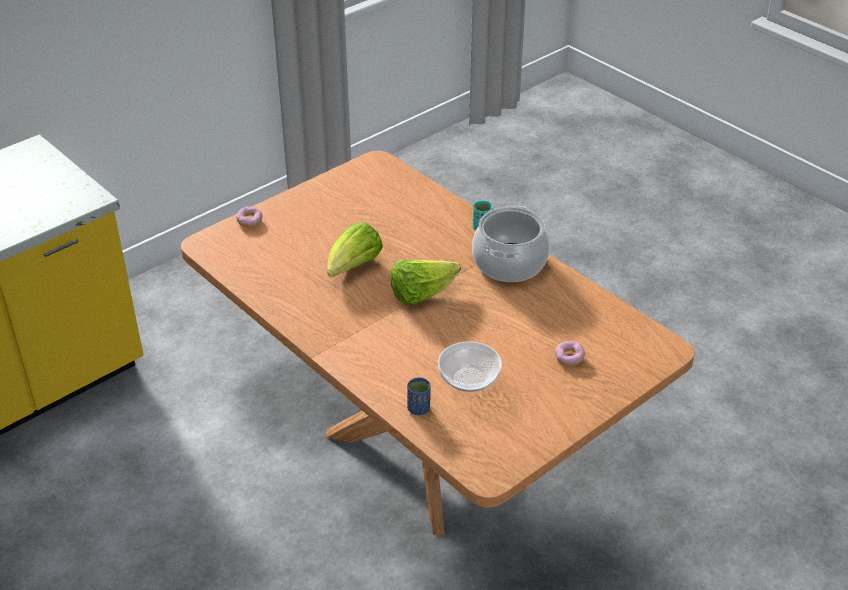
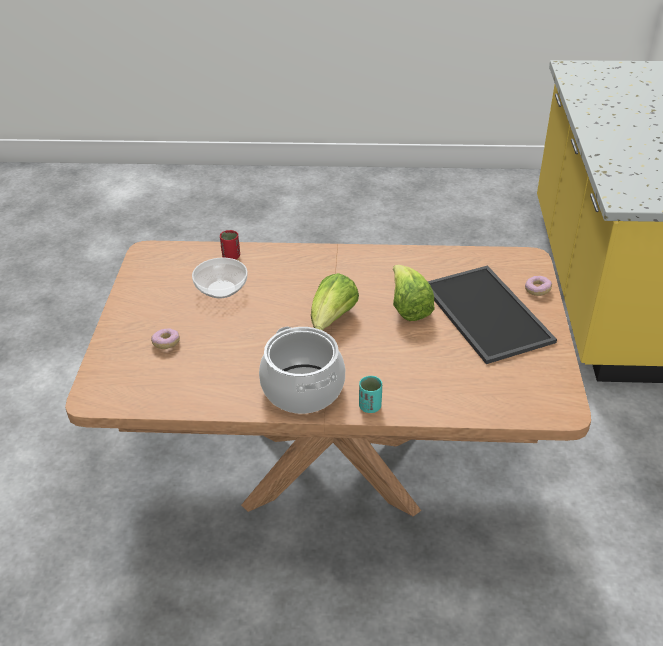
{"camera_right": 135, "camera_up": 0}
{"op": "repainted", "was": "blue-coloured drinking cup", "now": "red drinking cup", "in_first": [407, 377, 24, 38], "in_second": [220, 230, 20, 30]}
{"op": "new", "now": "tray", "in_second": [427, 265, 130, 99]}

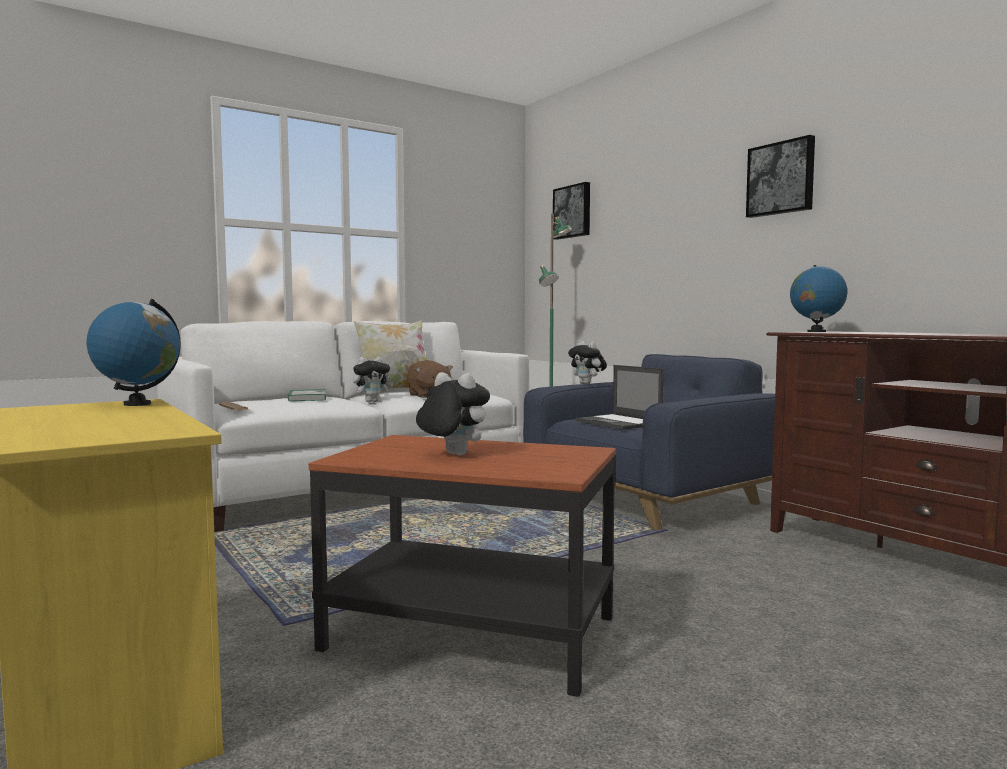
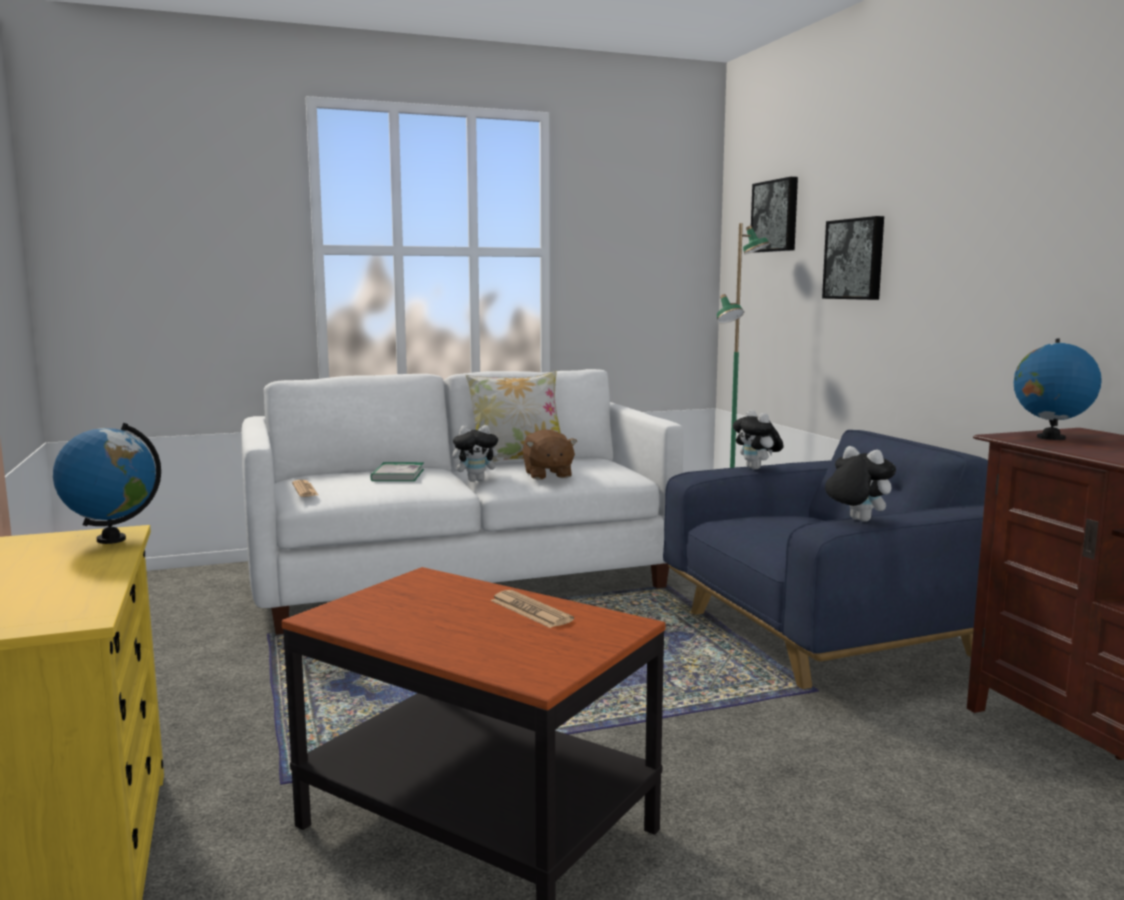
{"camera_right": 15, "camera_up": 5}
{"op": "new", "now": "newspaper", "in_second": [490, 590, 84, 38]}
{"op": "shifted", "was": "wall picture", "in_first": [746, 135, 69, 83], "in_second": [822, 216, 62, 84]}
{"op": "shifted", "was": "cuddly toy", "in_first": [416, 372, 74, 83], "in_second": [825, 446, 71, 76]}
{"op": "gone", "was": "laptop", "in_first": [576, 365, 87, 65]}

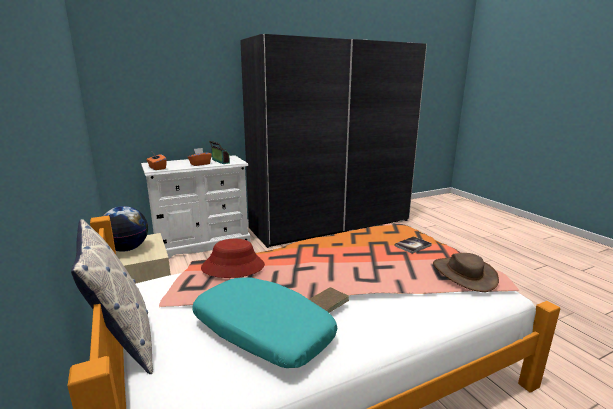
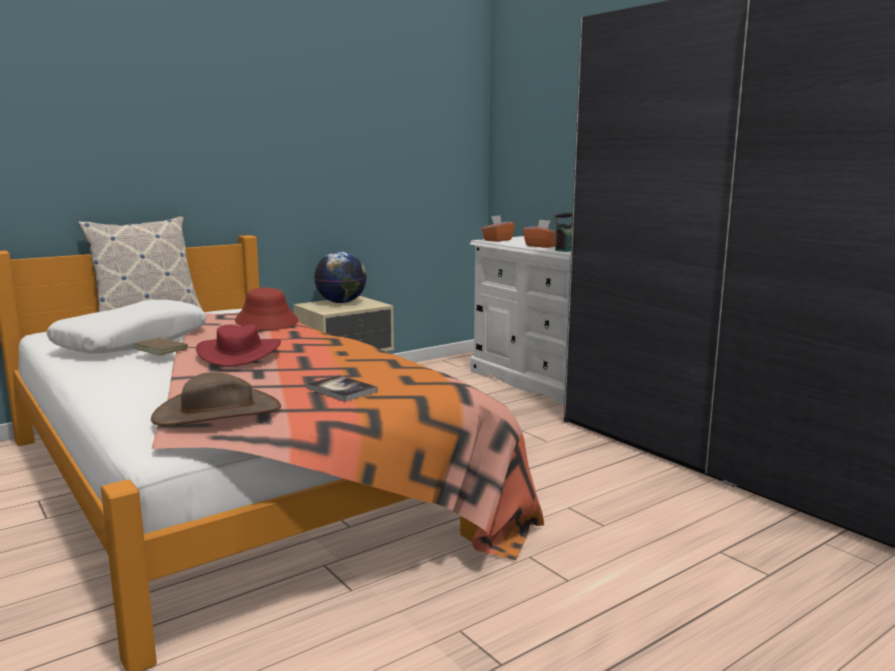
{"camera_right": 80, "camera_up": -5}
{"op": "repainted", "was": "turquoise-coloured pillow", "now": "white pillow", "in_first": [192, 277, 146, 91], "in_second": [47, 300, 159, 54]}
{"op": "new", "now": "red hat", "in_second": [196, 324, 85, 43]}

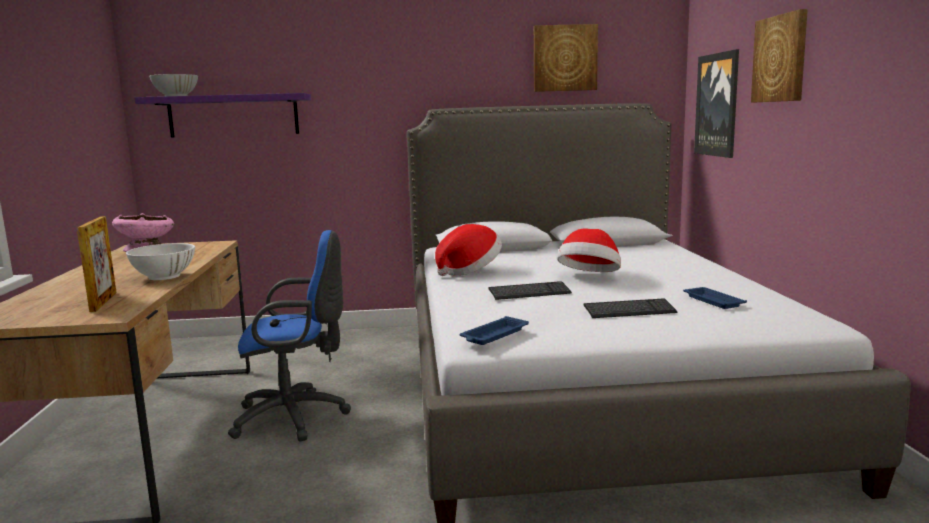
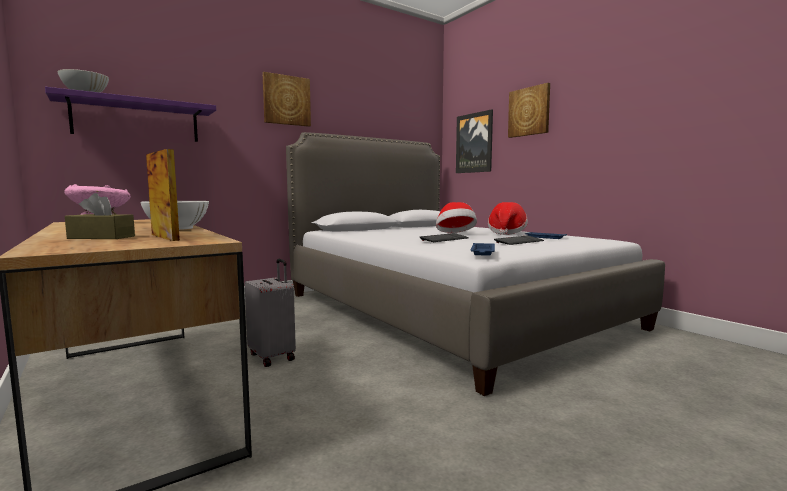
{"camera_right": -30, "camera_up": -5}
{"op": "new", "now": "brown-coloured box of tissues", "in_second": [65, 193, 70, 46]}
{"op": "swapped", "was": "blue-coloured desk chair", "now": "greyish piece of luggage", "in_first": [228, 230, 123, 212], "in_second": [245, 259, 51, 108]}
{"op": "shifted", "was": "wall picture", "in_first": [534, 24, 64, 68], "in_second": [262, 72, 49, 55]}
{"op": "shifted", "was": "hat", "in_first": [435, 224, 67, 52], "in_second": [488, 202, 40, 33]}

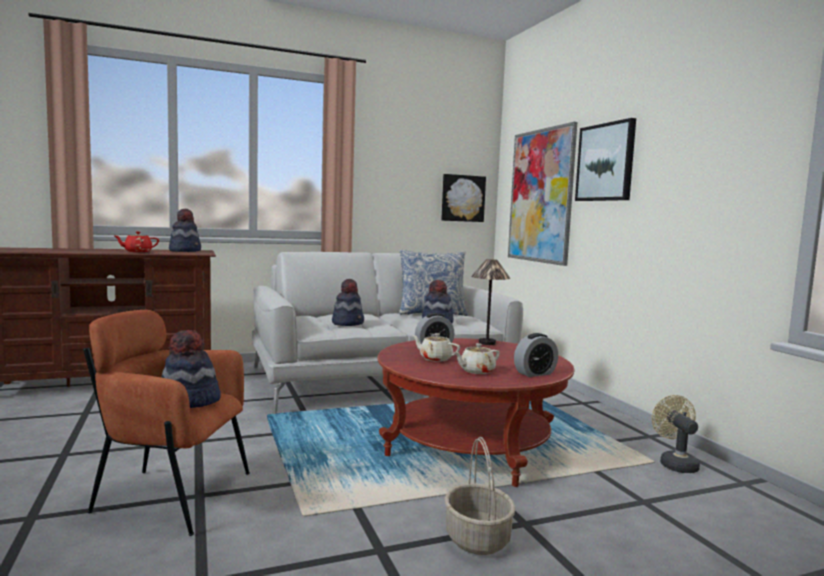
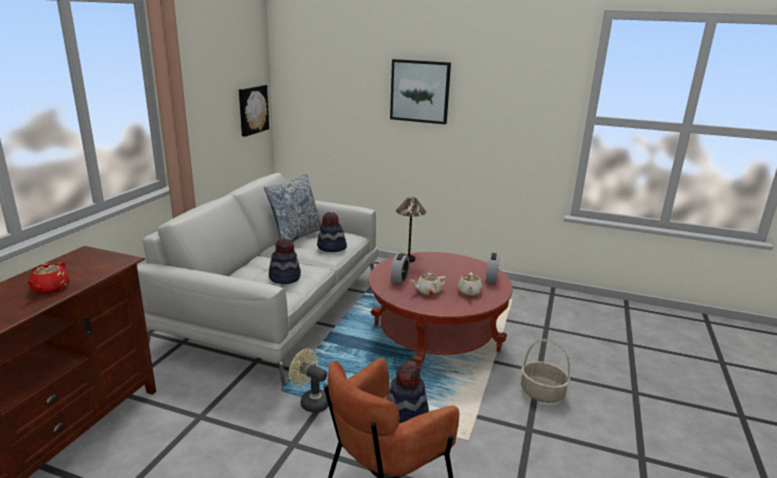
{"camera_right": -50, "camera_up": 15}
{"op": "shifted", "was": "beige-coloured fan", "in_first": [652, 395, 48, 78], "in_second": [289, 349, 40, 64]}
{"op": "gone", "was": "hat", "in_first": [169, 209, 32, 43]}
{"op": "gone", "was": "wall picture", "in_first": [508, 122, 69, 144]}

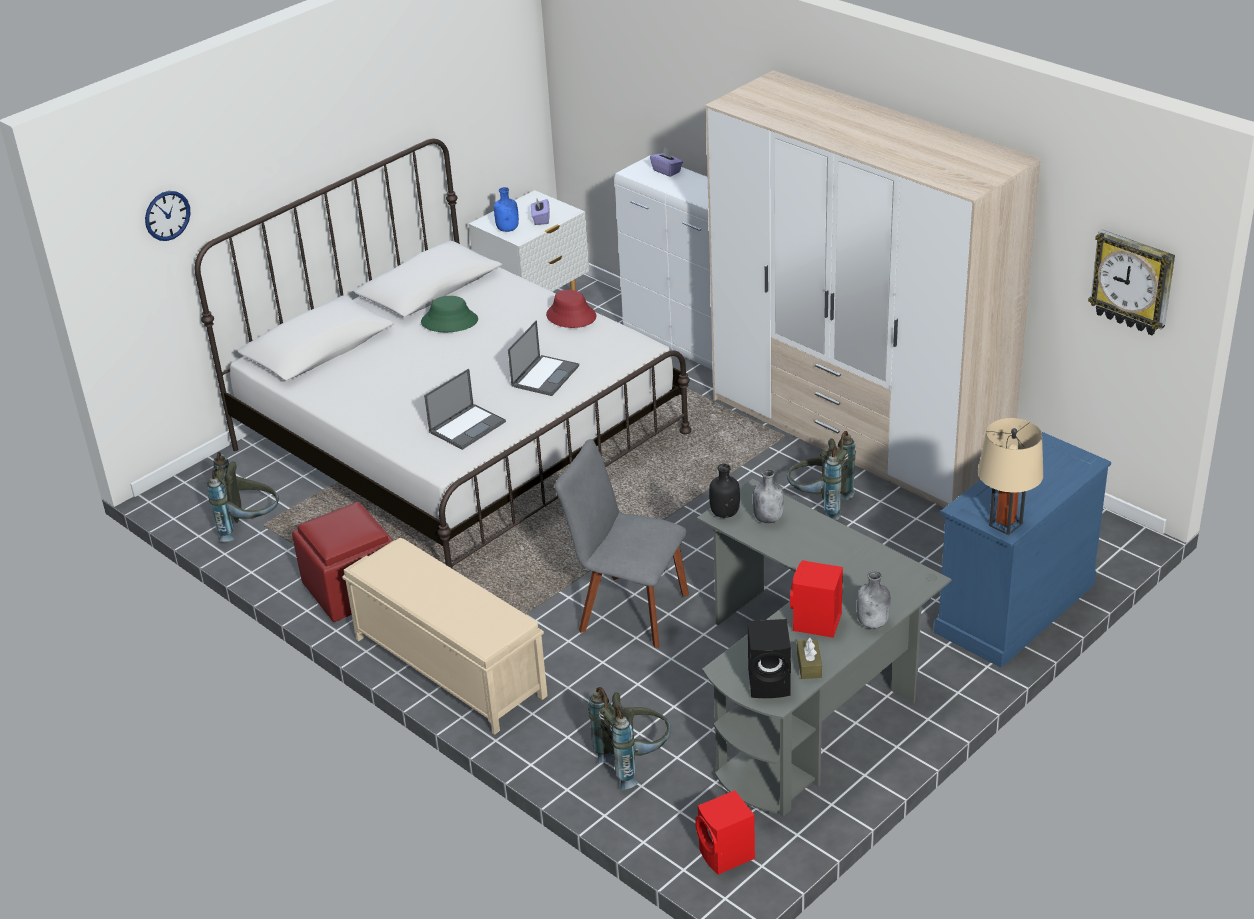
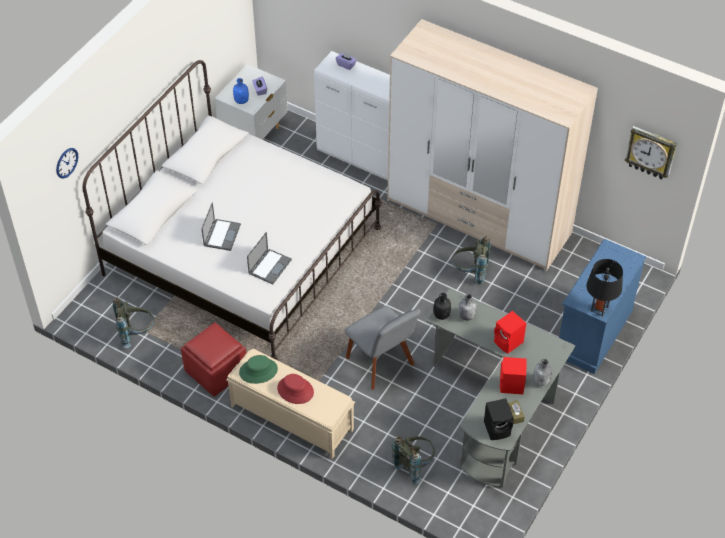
{"camera_right": -15, "camera_up": 15}
{"op": "shifted", "was": "laptop", "in_first": [508, 320, 71, 76], "in_second": [202, 202, 39, 49]}
{"op": "shifted", "was": "green hat", "in_first": [421, 296, 57, 36], "in_second": [239, 355, 39, 29]}
{"op": "shifted", "was": "red hat", "in_first": [546, 290, 51, 38], "in_second": [277, 374, 37, 30]}
{"op": "rotated", "was": "greyish chair", "in_first": [555, 439, 134, 209], "in_second": [345, 306, 76, 84], "clockwise": -135}
{"op": "shifted", "was": "red speaker", "in_first": [695, 790, 60, 85], "in_second": [494, 311, 32, 43]}
{"op": "repainted", "was": "beige-coloured lamp for a table", "now": "blackish lamp for a table", "in_first": [978, 418, 66, 117], "in_second": [586, 259, 37, 57]}

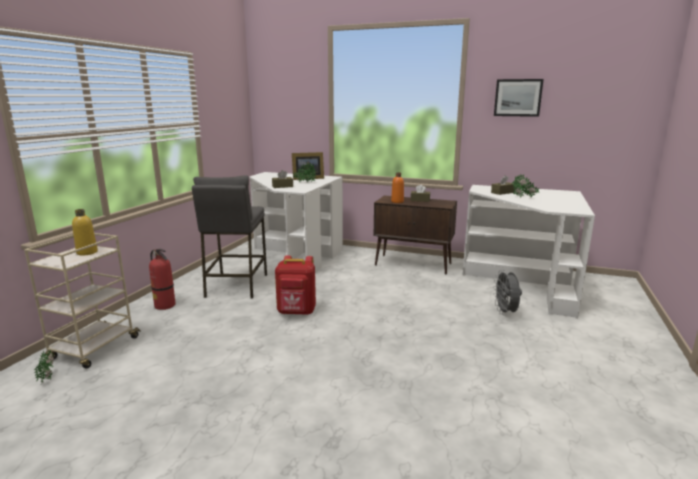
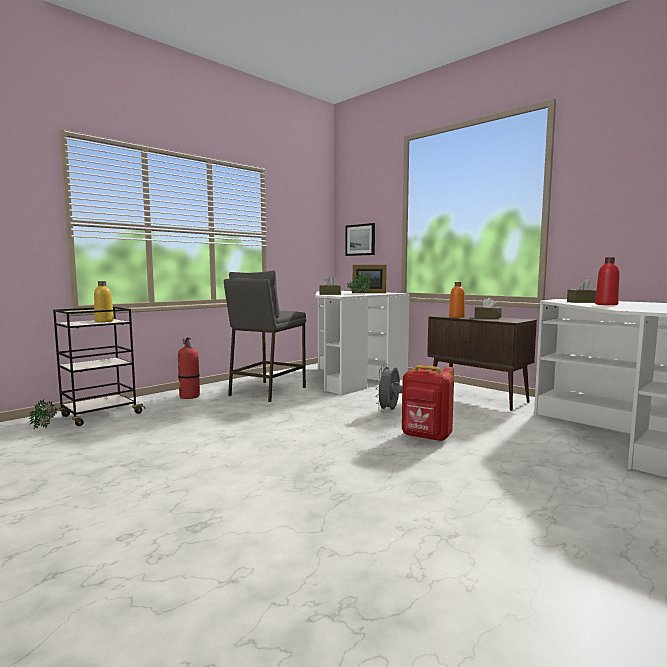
{"camera_right": 25, "camera_up": -10}
{"op": "repainted", "was": "beige-coloured trolley", "now": "blackish trolley", "in_first": [24, 233, 117, 136], "in_second": [53, 307, 93, 119]}
{"op": "shifted", "was": "wall picture", "in_first": [494, 79, 50, 38], "in_second": [345, 223, 30, 33]}
{"op": "shifted", "was": "greyish fan", "in_first": [493, 270, 29, 44], "in_second": [375, 364, 28, 48]}
{"op": "shifted", "was": "red backpack", "in_first": [275, 255, 41, 60], "in_second": [402, 364, 52, 78]}
{"op": "swapped", "was": "houseplant", "now": "red bottle", "in_first": [512, 175, 27, 23], "in_second": [595, 257, 25, 48]}

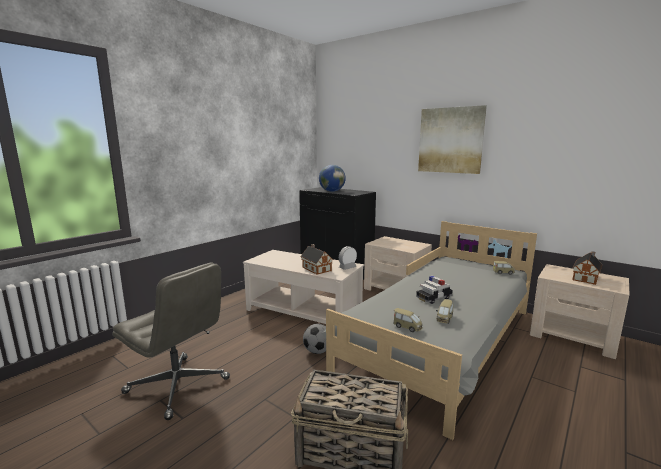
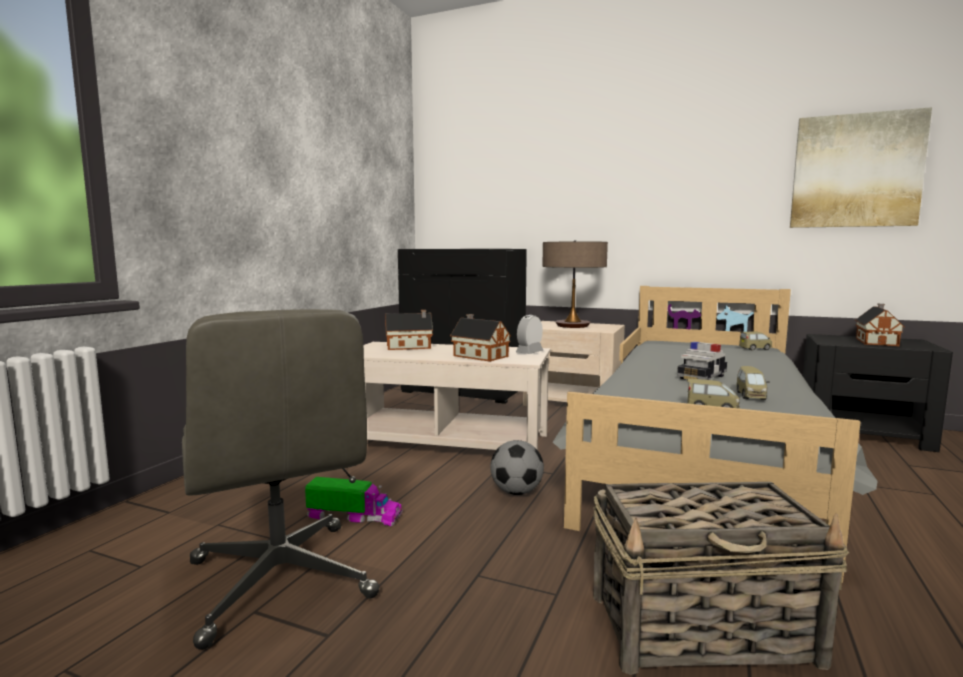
{"camera_right": -15, "camera_up": -5}
{"op": "rotated", "was": "greyish desk chair", "in_first": [112, 263, 118, 157], "in_second": [182, 309, 197, 341], "clockwise": 45}
{"op": "new", "now": "model truck", "in_second": [305, 477, 98, 49]}
{"op": "new", "now": "model house", "in_second": [385, 310, 48, 40]}
{"op": "new", "now": "lamp for a table", "in_second": [542, 240, 66, 88]}
{"op": "shifted", "was": "wall picture", "in_first": [418, 105, 69, 69], "in_second": [790, 107, 142, 121]}
{"op": "repainted", "was": "beige-coloured night table", "now": "blackish night table", "in_first": [530, 264, 99, 95], "in_second": [803, 334, 150, 118]}
{"op": "gone", "was": "world globe", "in_first": [319, 165, 27, 27]}

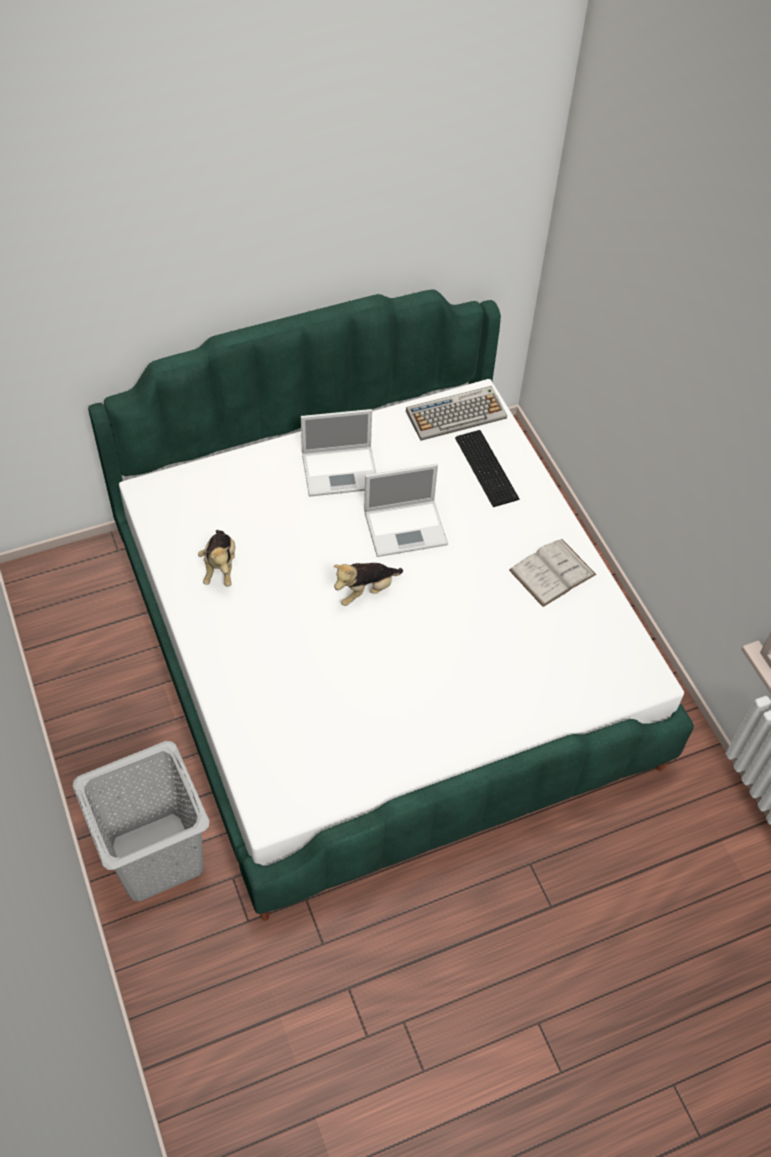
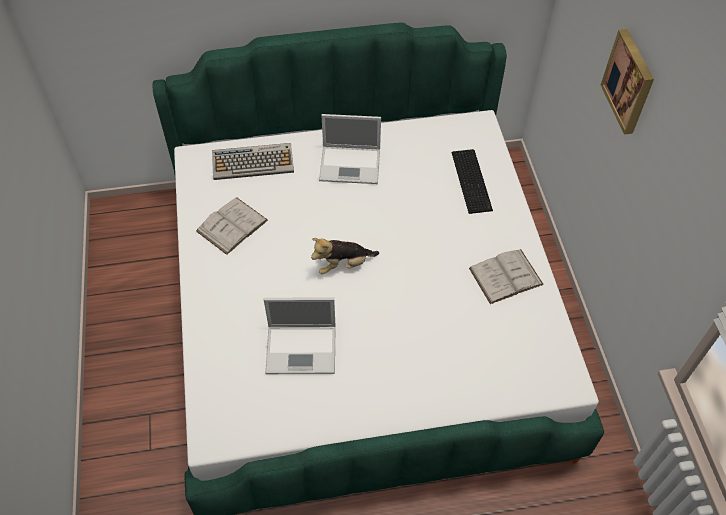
{"camera_right": 15, "camera_up": 0}
{"op": "swapped", "was": "cuddly toy", "now": "white bound book", "in_first": [198, 530, 37, 57], "in_second": [196, 197, 72, 58]}
{"op": "shifted", "was": "computer keyboard", "in_first": [406, 386, 101, 55], "in_second": [212, 143, 82, 37]}
{"op": "shifted", "was": "laptop", "in_first": [364, 464, 84, 93], "in_second": [264, 297, 71, 77]}
{"op": "new", "now": "wall picture", "in_second": [601, 29, 53, 106]}
{"op": "gone", "was": "greyish hamper", "in_first": [73, 741, 136, 160]}

